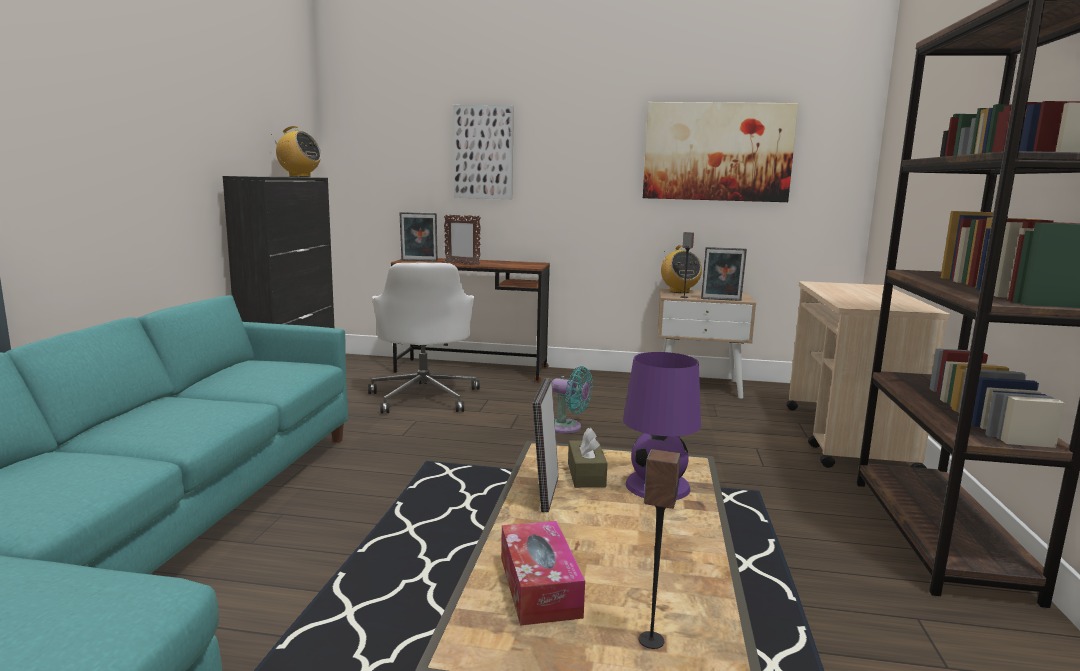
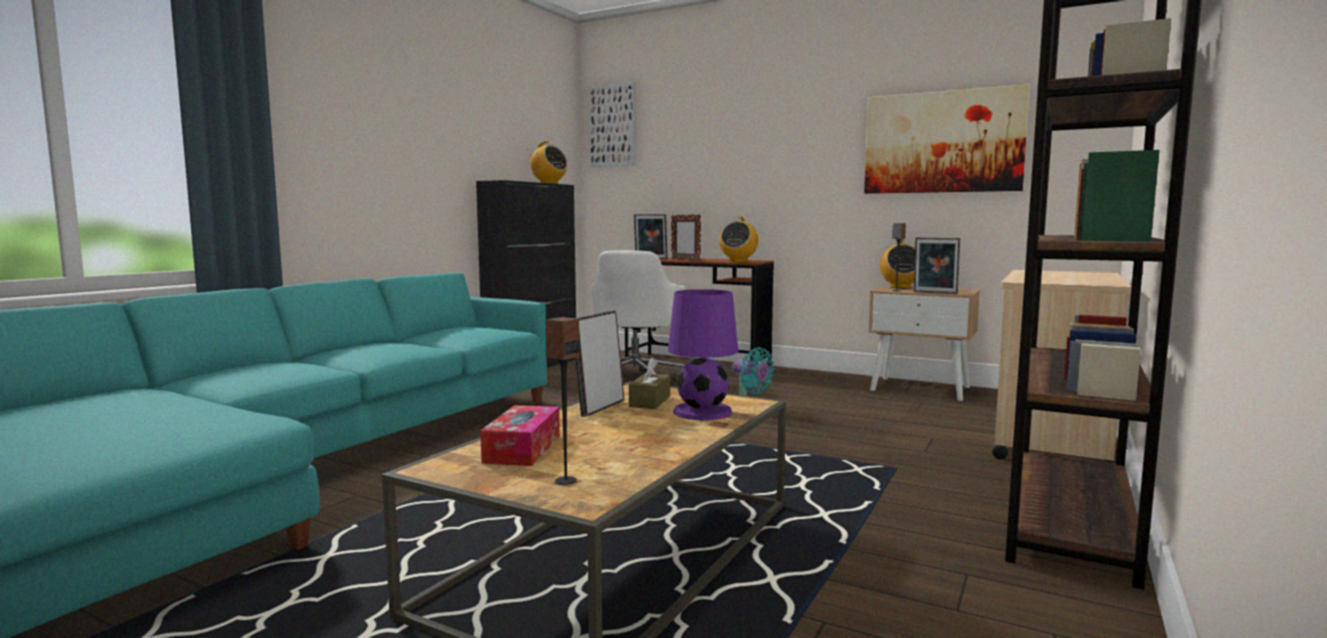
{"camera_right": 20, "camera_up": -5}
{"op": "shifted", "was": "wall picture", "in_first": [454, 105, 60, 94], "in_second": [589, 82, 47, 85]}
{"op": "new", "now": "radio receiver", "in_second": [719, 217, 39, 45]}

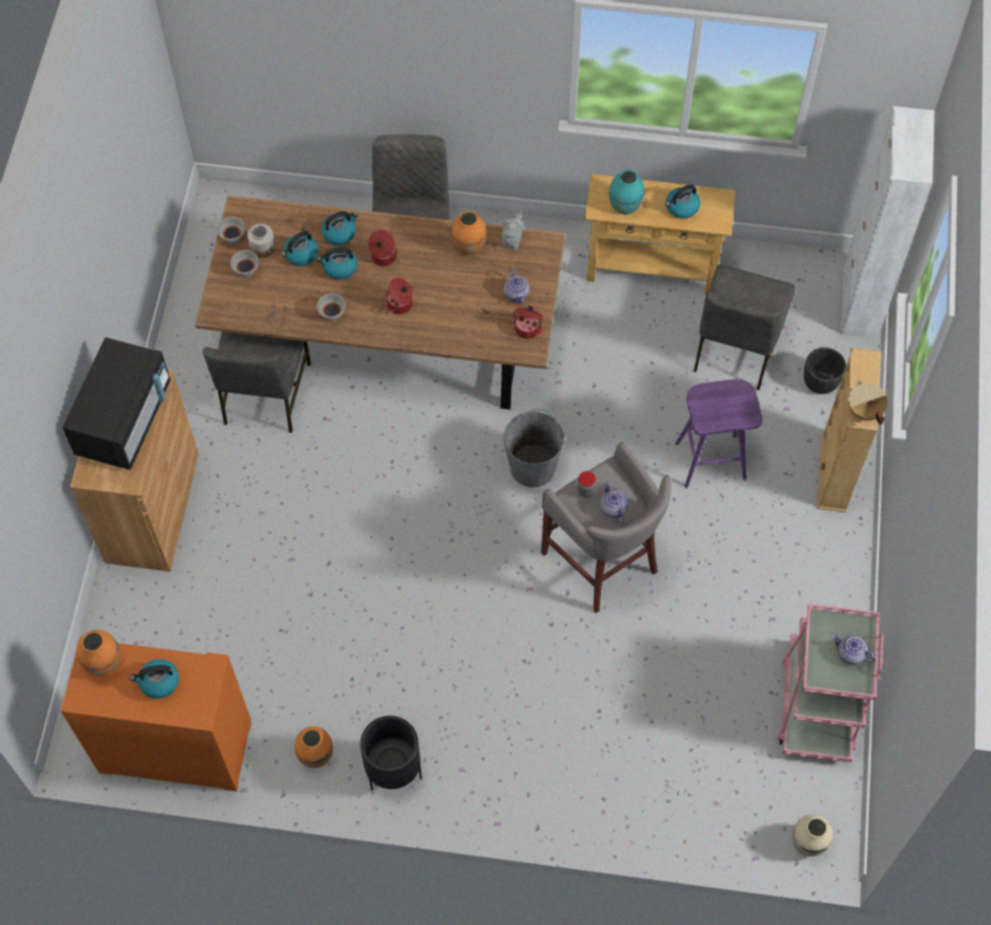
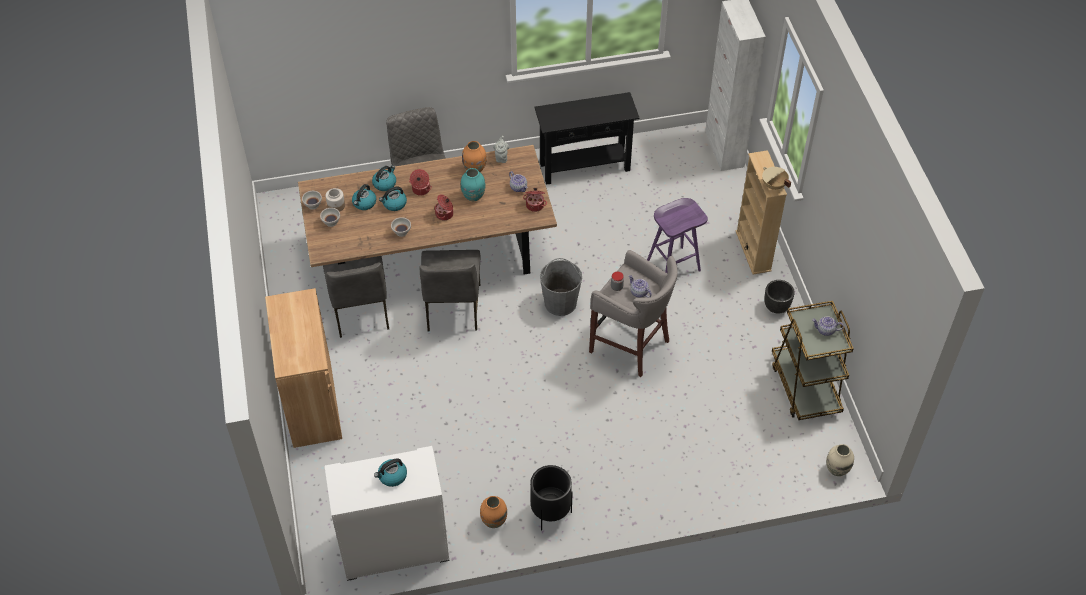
{"camera_right": -20, "camera_up": -10}
{"op": "repainted", "was": "orange cabinet", "now": "white cabinet", "in_first": [61, 636, 190, 155], "in_second": [325, 446, 124, 135]}
{"op": "shifted", "was": "greyish chair", "in_first": [694, 264, 102, 126], "in_second": [419, 250, 61, 81]}
{"op": "shifted", "was": "turquoise-coloured decorative vase", "in_first": [609, 170, 35, 44], "in_second": [461, 168, 25, 33]}
{"op": "repainted", "was": "beige-coloured hall table", "now": "blackish hall table", "in_first": [585, 174, 150, 121], "in_second": [534, 92, 106, 93]}
{"op": "shifted", "was": "blackish flower pot", "in_first": [804, 348, 42, 46], "in_second": [764, 280, 31, 34]}
{"op": "repainted", "was": "pink-coloured trolley", "now": "brown-coloured trolley", "in_first": [778, 604, 105, 158], "in_second": [772, 301, 82, 119]}
{"op": "gone", "was": "blackish microwave", "in_first": [63, 337, 108, 133]}
{"op": "gone", "was": "orange decorative vase", "in_first": [76, 630, 44, 46]}
{"op": "gone", "was": "tea kettle", "in_first": [665, 184, 35, 35]}

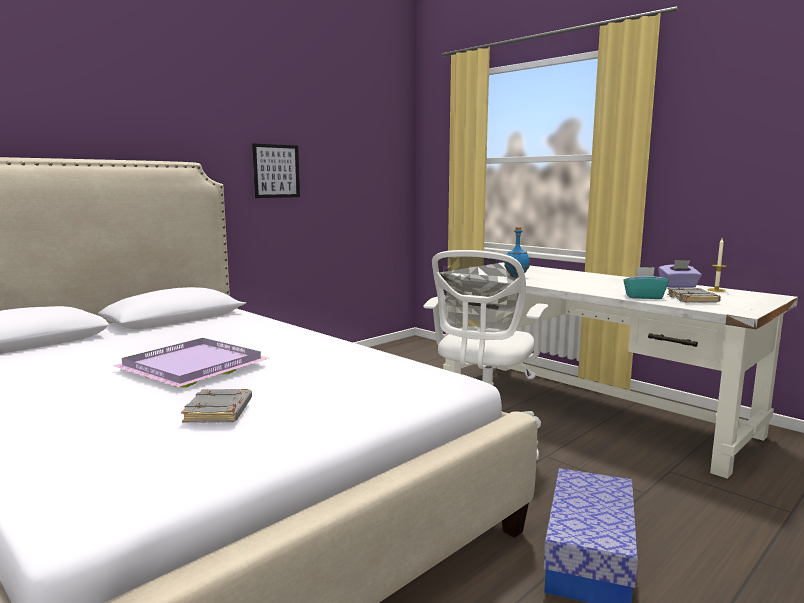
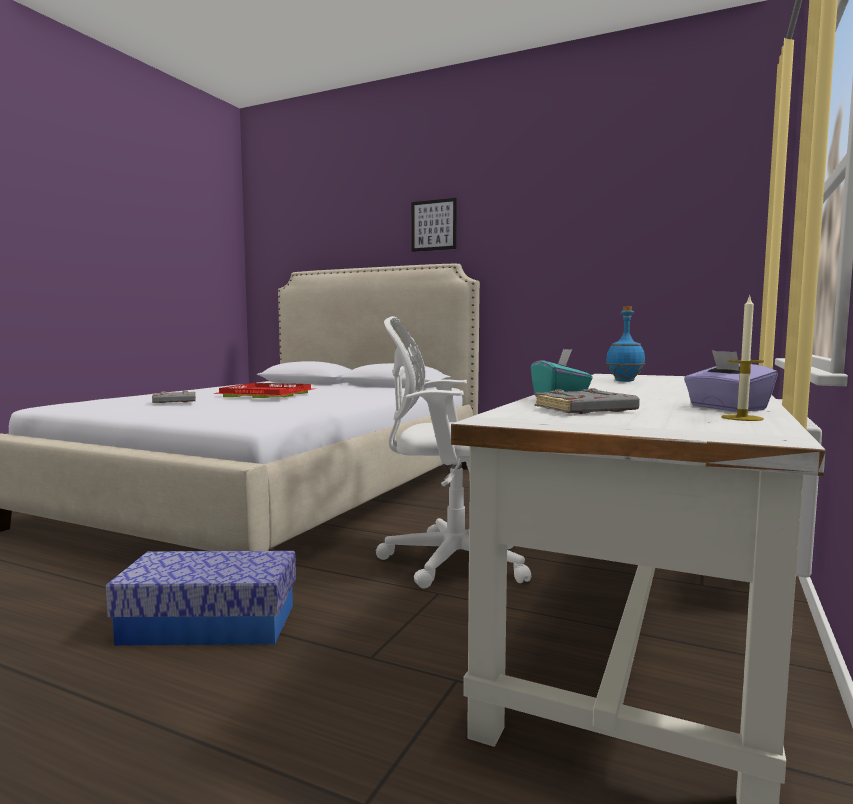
{"camera_right": 70, "camera_up": -5}
{"op": "repainted", "was": "purple-coloured tray", "now": "red tray", "in_first": [113, 338, 156, 50], "in_second": [212, 383, 103, 15]}
{"op": "shifted", "was": "wall picture", "in_first": [252, 143, 48, 55], "in_second": [411, 198, 46, 54]}

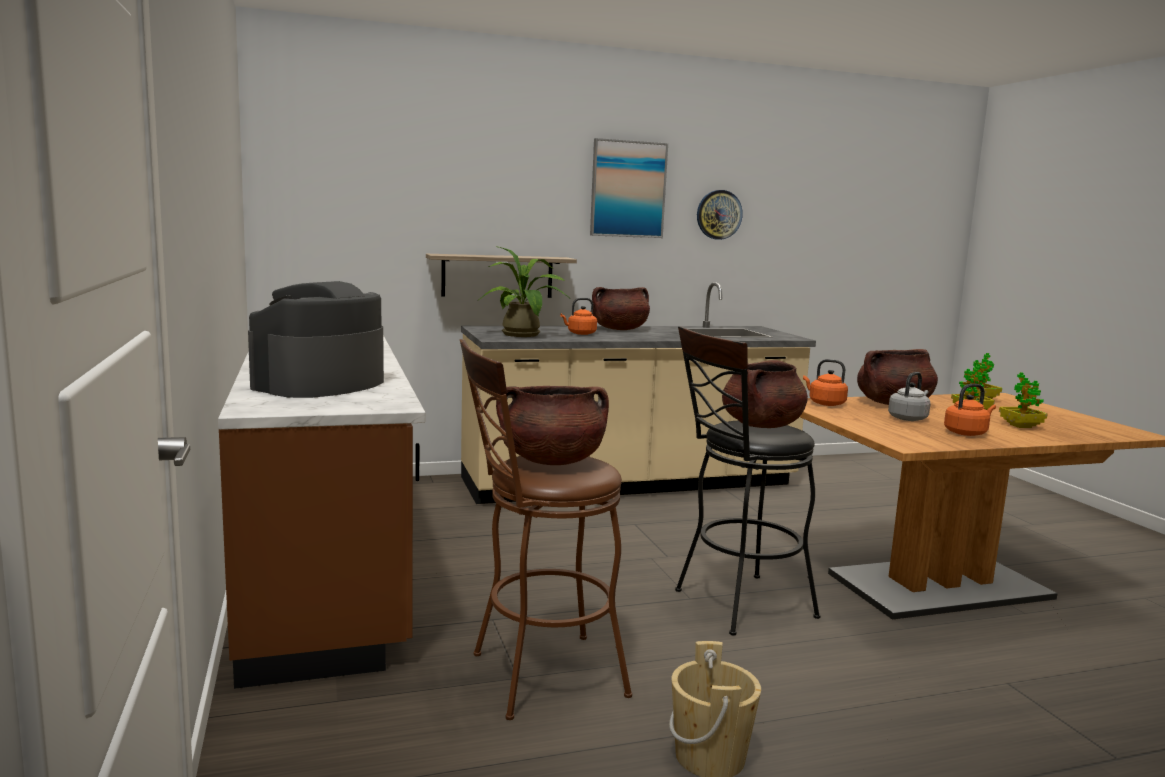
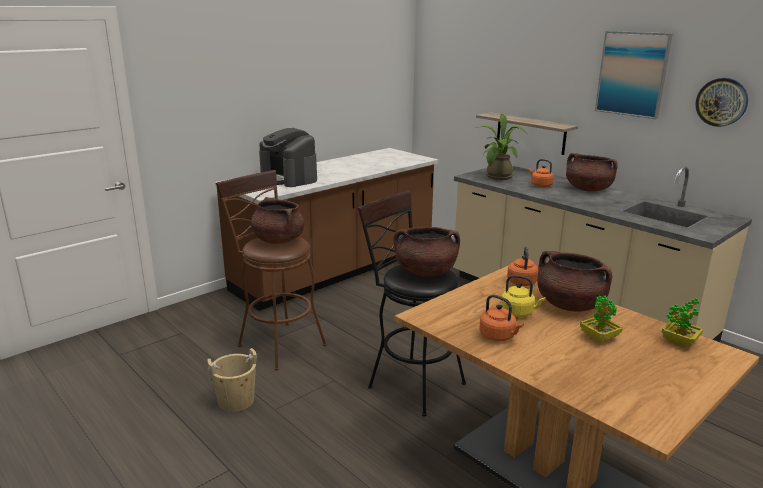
{"camera_right": 65, "camera_up": 10}
{"op": "rotated", "was": "coffee machine", "in_first": [248, 281, 136, 117], "in_second": [259, 128, 58, 59], "clockwise": -135}
{"op": "repainted", "was": "greyish tea kettle", "now": "yellow-coloured tea kettle", "in_first": [888, 372, 43, 49], "in_second": [500, 275, 45, 42]}
{"op": "gone", "was": "houseplant", "in_first": [999, 372, 48, 56]}

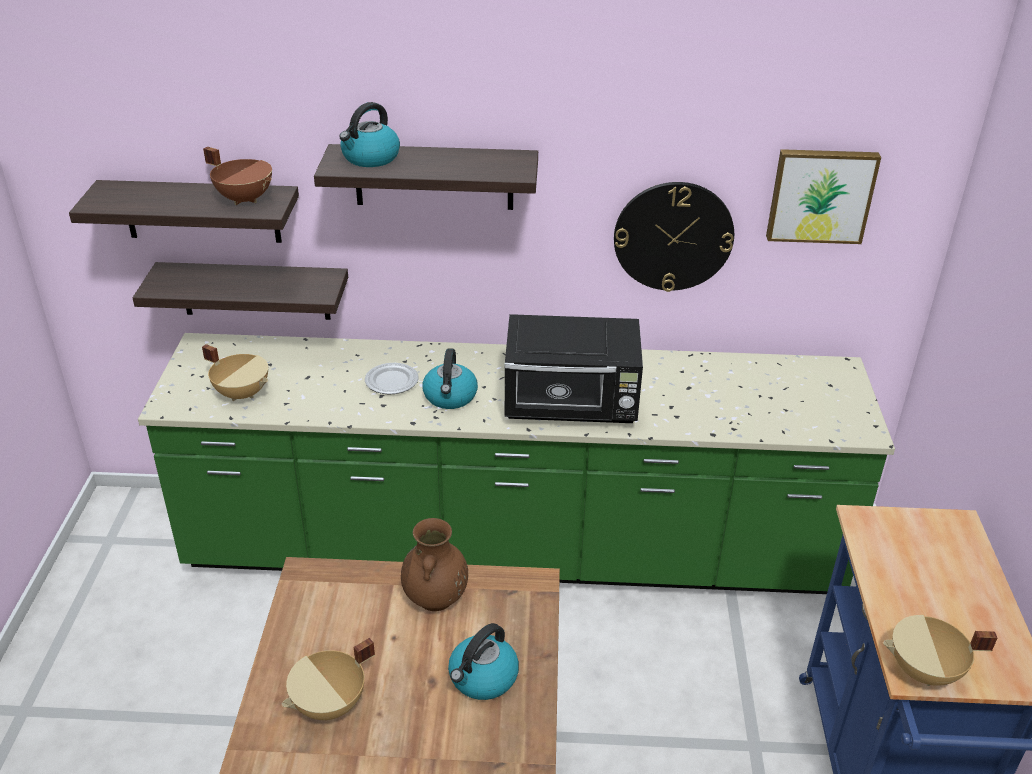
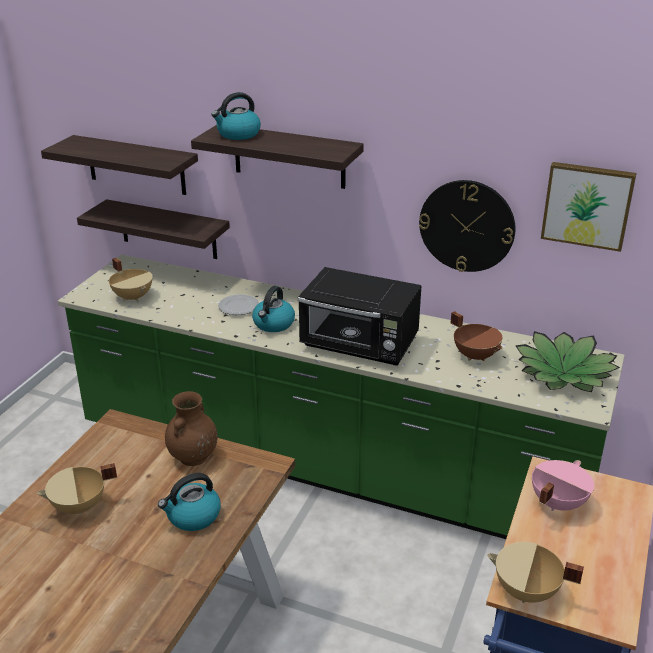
{"camera_right": 20, "camera_up": -5}
{"op": "shifted", "was": "brown-coloured saucepot", "in_first": [203, 147, 69, 58], "in_second": [451, 311, 52, 50]}
{"op": "new", "now": "houseplant", "in_second": [515, 331, 105, 61]}
{"op": "new", "now": "pink-coloured saucepot", "in_second": [532, 460, 62, 51]}

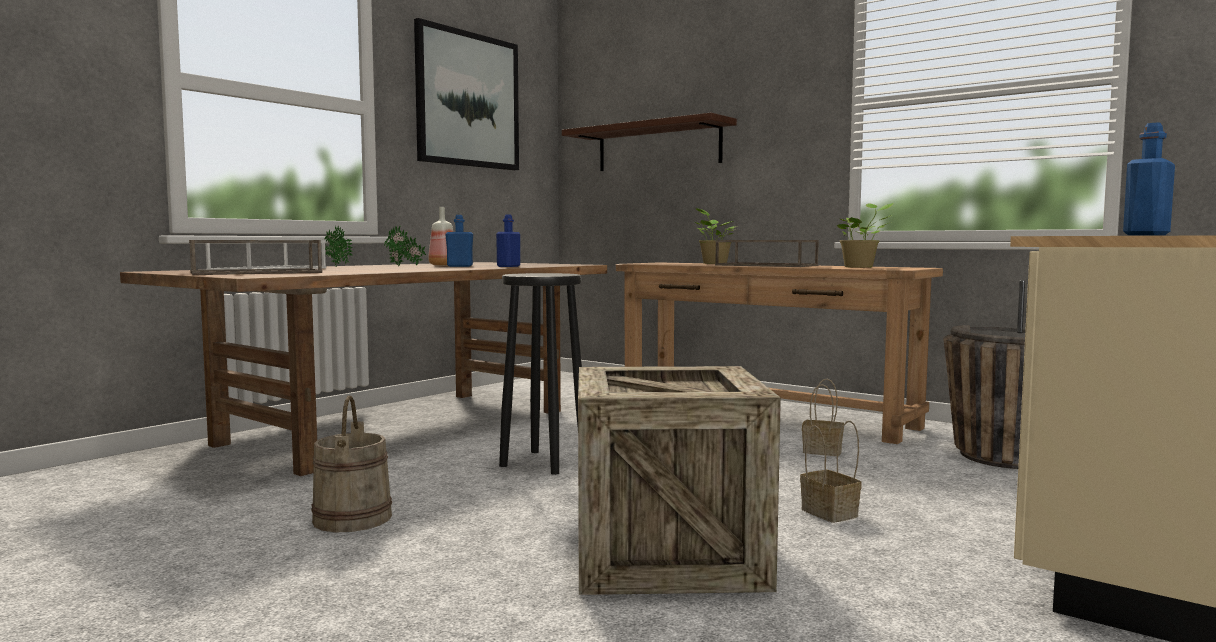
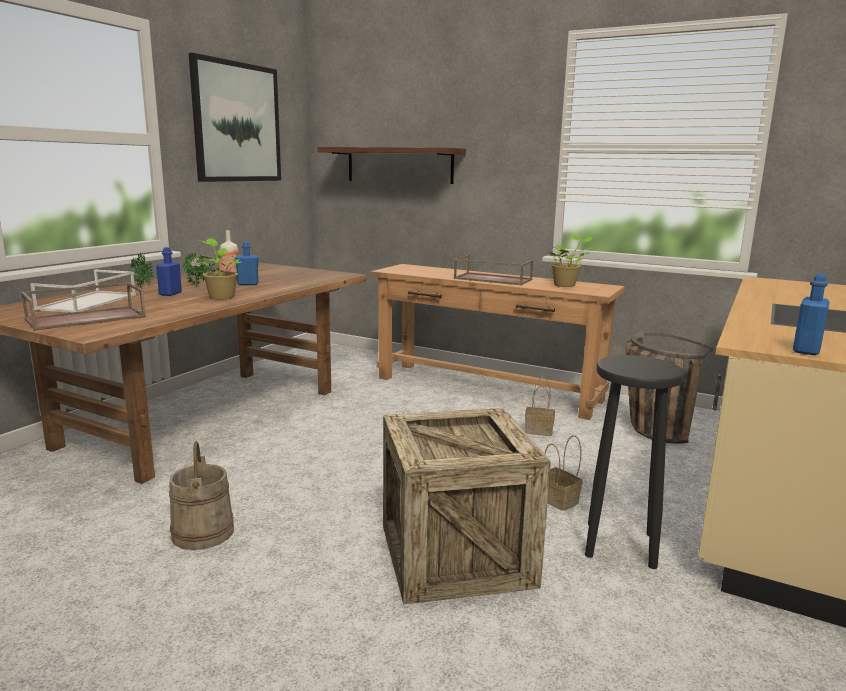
{"camera_right": -10, "camera_up": 10}
{"op": "shifted", "was": "blue-coloured bottle", "in_first": [496, 215, 24, 52], "in_second": [156, 247, 26, 49]}
{"op": "shifted", "was": "houseplant", "in_first": [695, 208, 40, 56], "in_second": [193, 238, 48, 62]}
{"op": "shifted", "was": "blackish stool seat", "in_first": [499, 273, 83, 202], "in_second": [585, 355, 100, 214]}

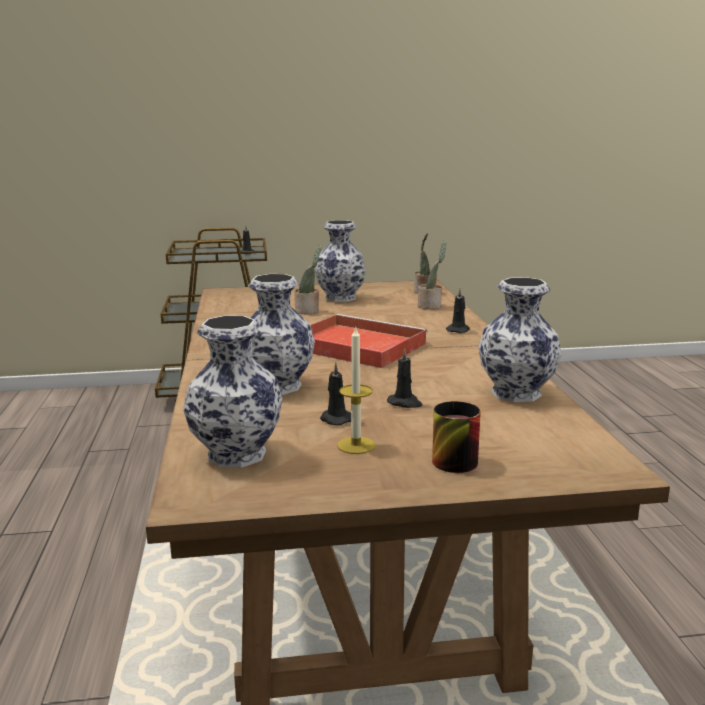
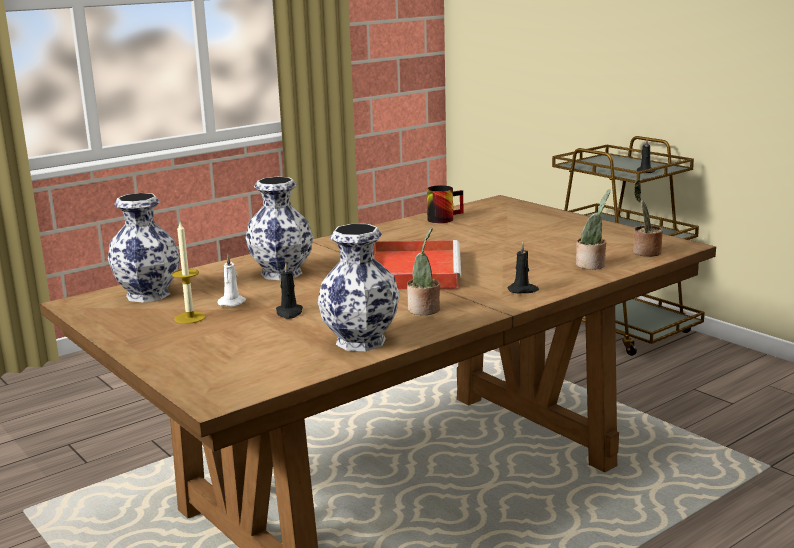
{"camera_right": 60, "camera_up": 0}
{"op": "repainted", "was": "blackish wax candle", "now": "white wax candle", "in_first": [320, 362, 31, 63], "in_second": [218, 255, 28, 52]}
{"op": "shifted", "was": "houseplant", "in_first": [294, 245, 28, 69], "in_second": [407, 228, 33, 87]}
{"op": "shifted", "was": "coffee mug", "in_first": [432, 401, 49, 72], "in_second": [427, 185, 37, 38]}
{"op": "gone", "was": "decorative vase", "in_first": [315, 220, 51, 82]}

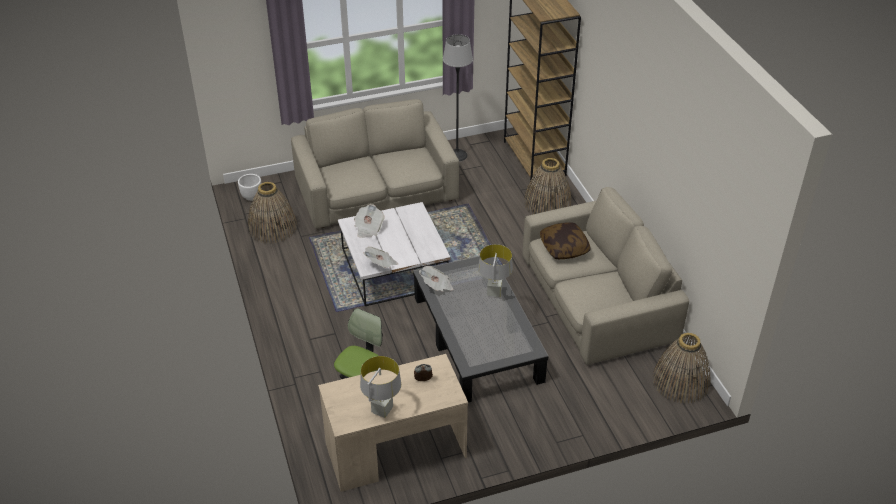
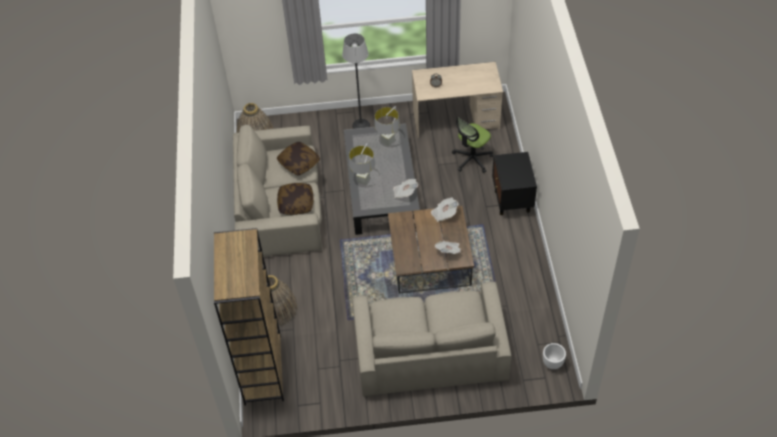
{"camera_right": -165, "camera_up": 10}
{"op": "new", "now": "pillow", "in_second": [277, 142, 43, 33]}
{"op": "shifted", "was": "standing lamp", "in_first": [443, 34, 30, 128], "in_second": [342, 33, 28, 96]}
{"op": "shifted", "was": "greyish lamp for a table", "in_first": [360, 356, 41, 62], "in_second": [374, 106, 26, 41]}
{"op": "repainted", "was": "white coffee table", "now": "brown-coloured coffee table", "in_first": [338, 202, 112, 104], "in_second": [388, 206, 86, 88]}
{"op": "new", "now": "blackish night table", "in_second": [492, 152, 45, 63]}
{"op": "gone", "was": "basket", "in_first": [248, 182, 49, 61]}

